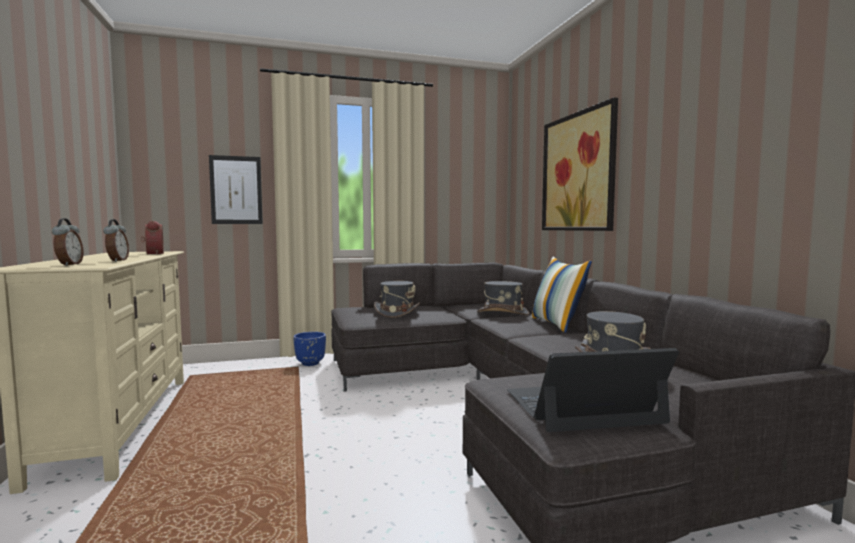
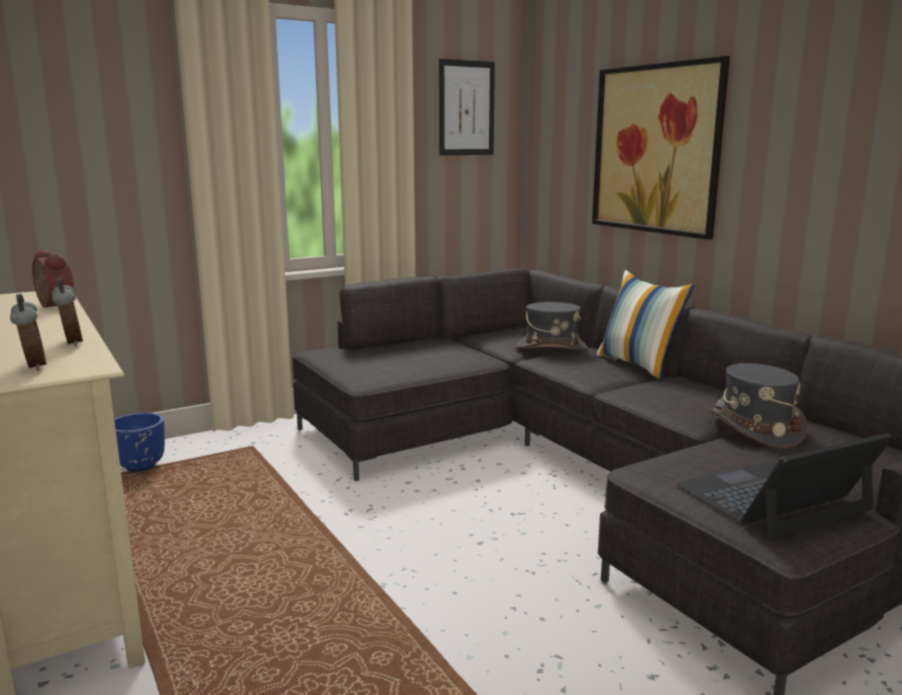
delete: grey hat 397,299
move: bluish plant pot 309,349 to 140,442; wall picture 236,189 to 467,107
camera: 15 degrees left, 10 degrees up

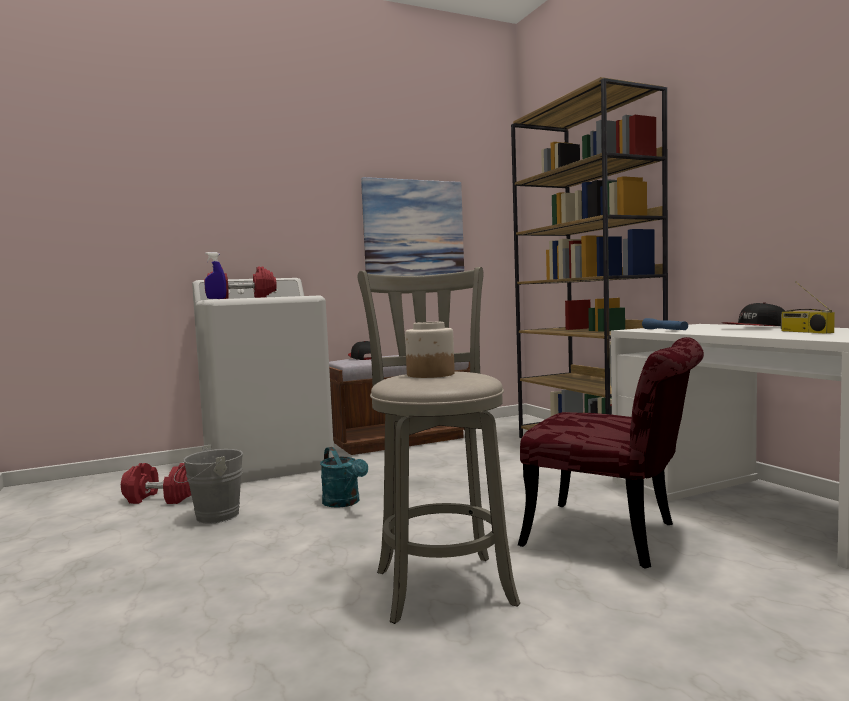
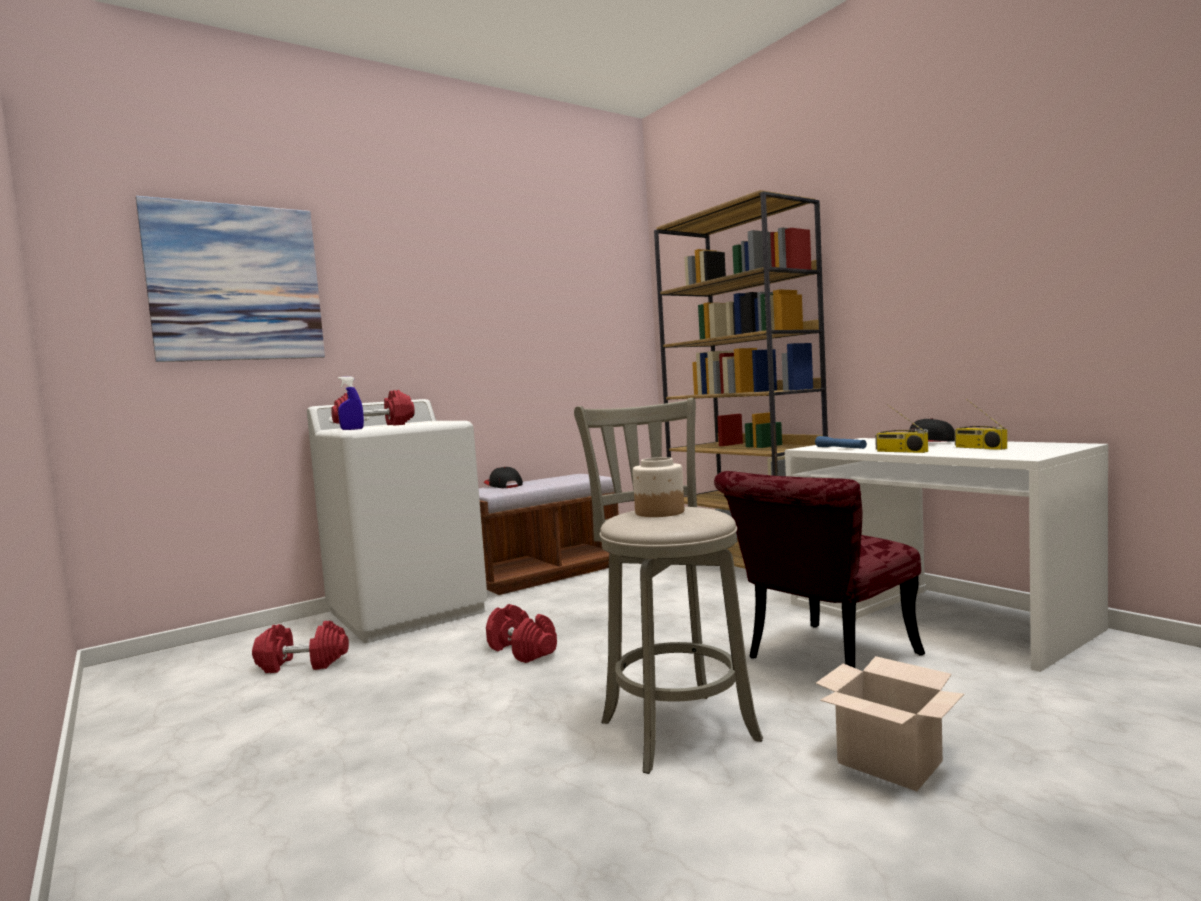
delete: grey pail 208,484
insert: carton 890,723; radio 901,428
move: wall picture 412,226 to 230,279
replace: turquoise sprinkling can 344,477 to red-coloured hand weight 521,633
rotate: red-coloured upright chair 611,452 = 819,569 120 degrees clockwise
camera: 10 degrees left, 0 degrees up

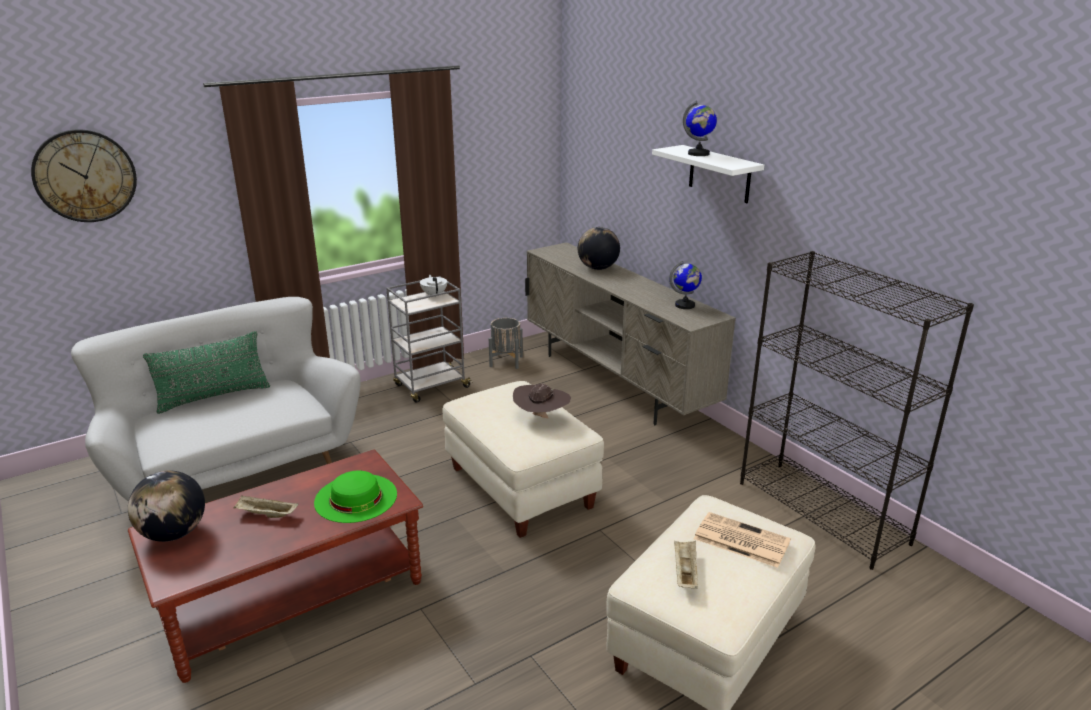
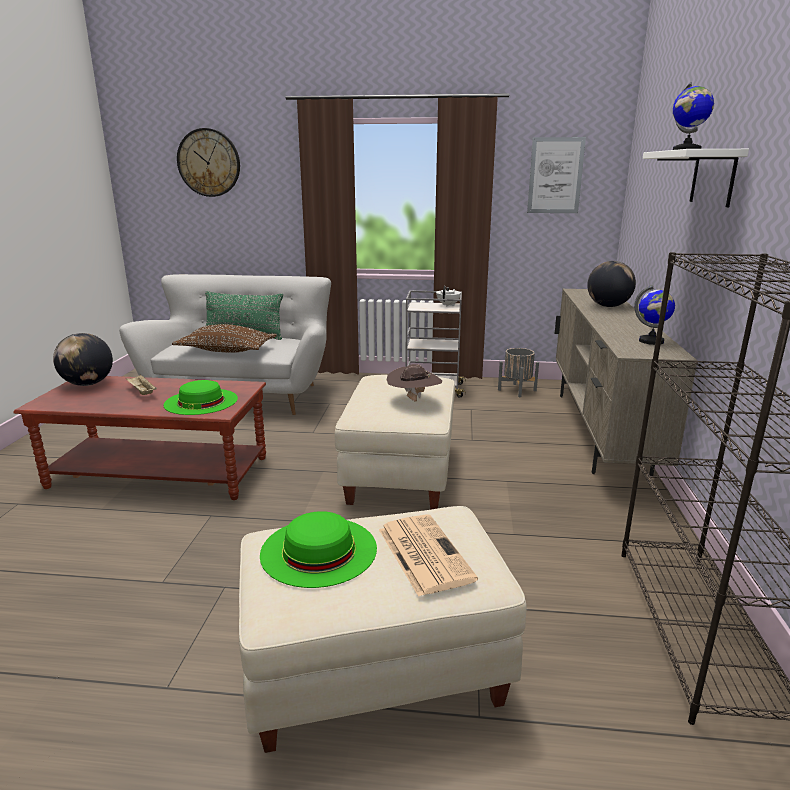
insert: brownish cushion 224,338; wall picture 556,175
replace: beige-coloured carrying tray 686,565 to green hat 318,549
camera: 40 degrees right, 5 degrees down

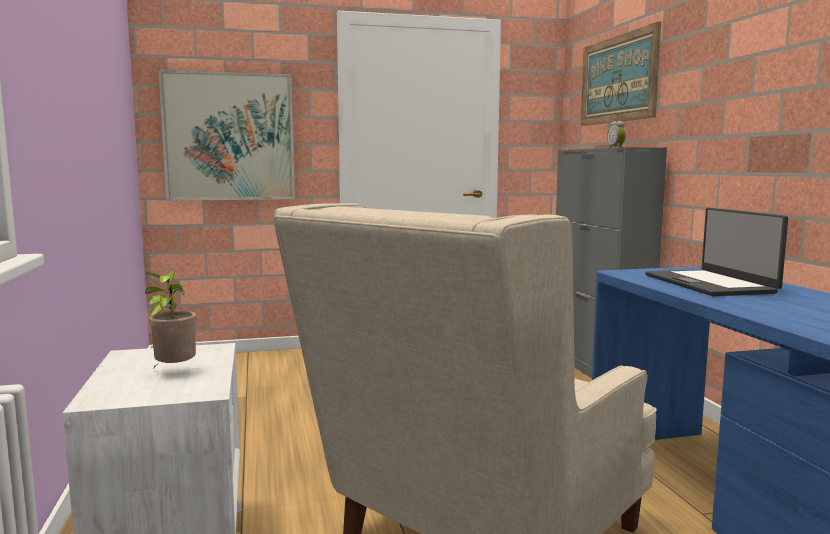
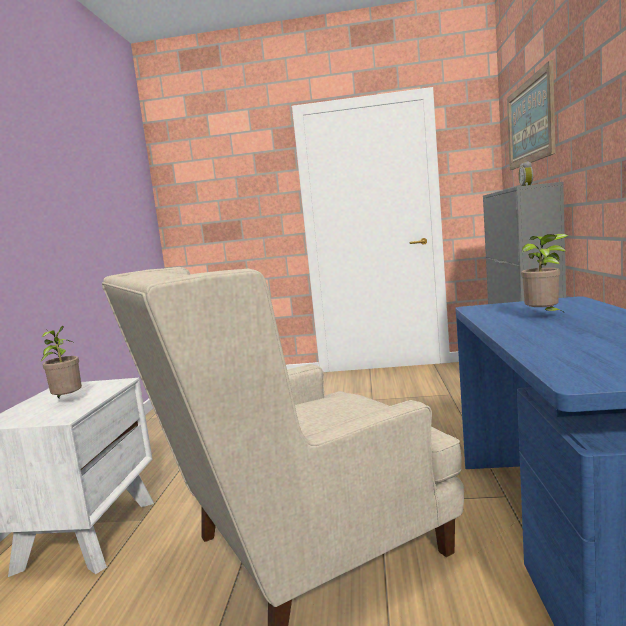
delete: wall picture 226,135
replace: portable computer 717,252 to potted plant 545,273
camera: 20 degrees right, 0 degrees up

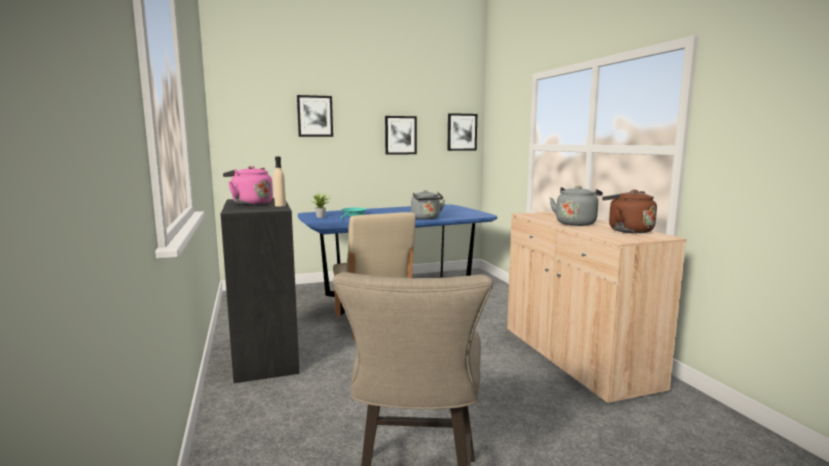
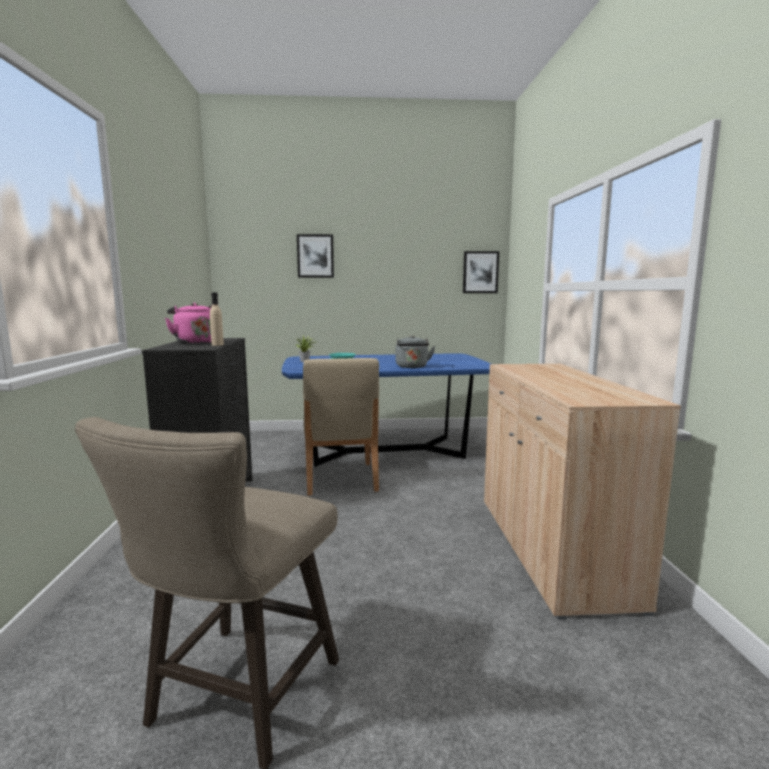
delete: wall picture 401,135; grey kettle 576,206; brownish kettle 629,211
camera: 15 degrees right, 0 degrees up

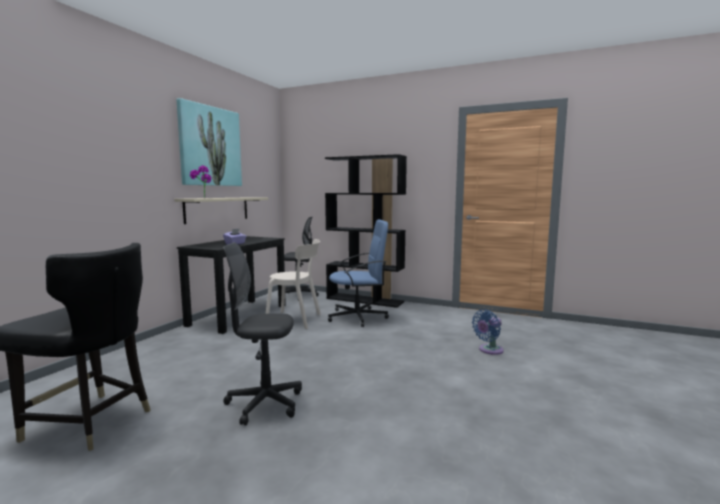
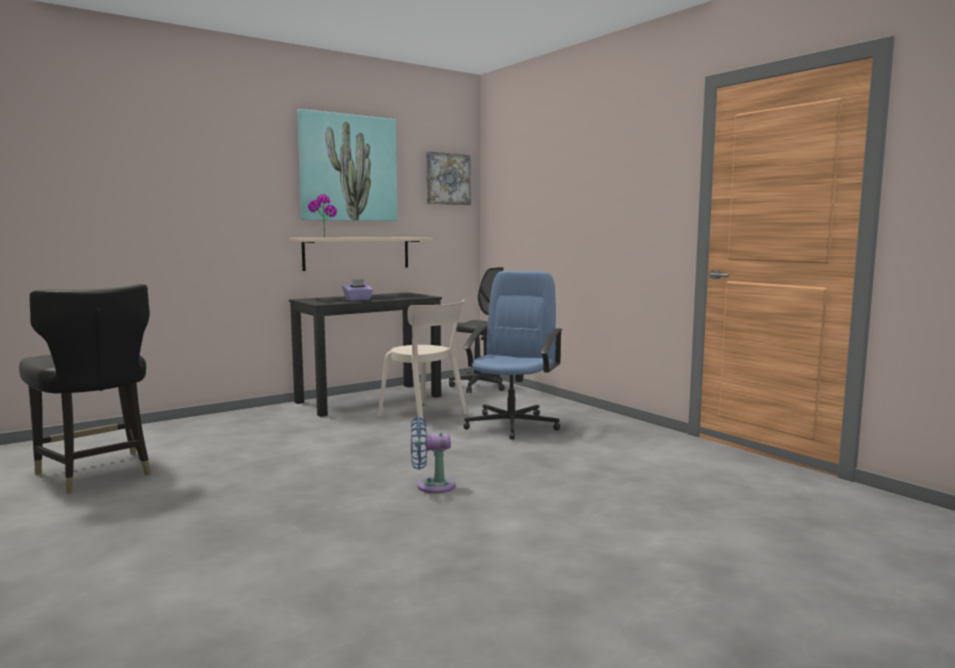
delete: grey computer chair 262,333; black bookshelf 366,231
insert: wall picture 448,178
move: bluish electric fan 488,332 to 433,455
rotate: bluish computer chair 358,273 = 512,355 90 degrees counterclockwise
camera: 30 degrees right, 0 degrees up

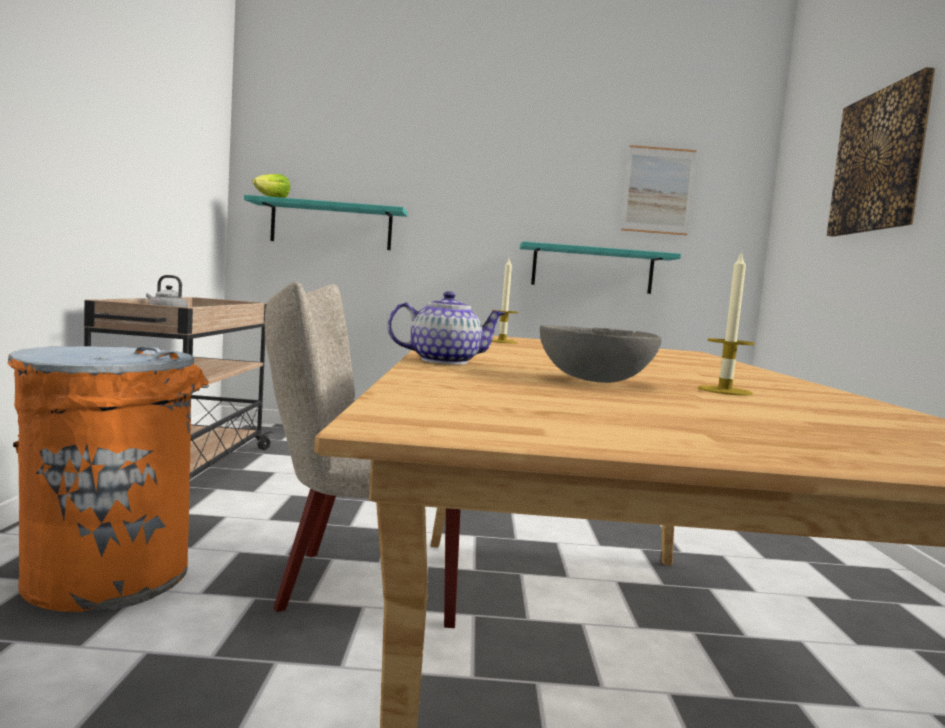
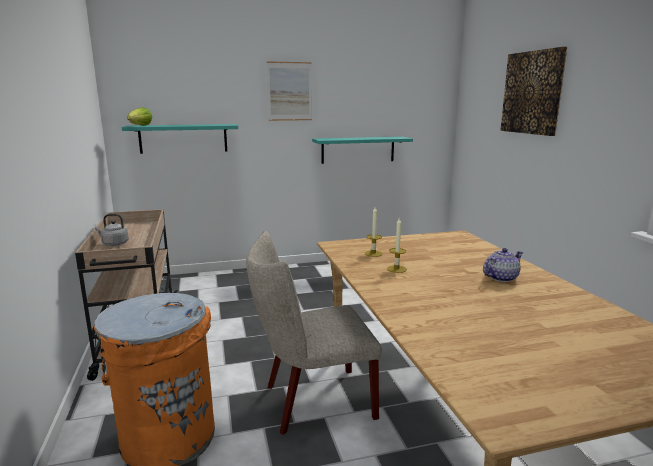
delete: grey deep dish 601,354
move: wall picture 659,190 to 289,91; candle 726,323 to 397,245; tea pot 446,328 to 503,265
camera: 15 degrees left, 10 degrees up

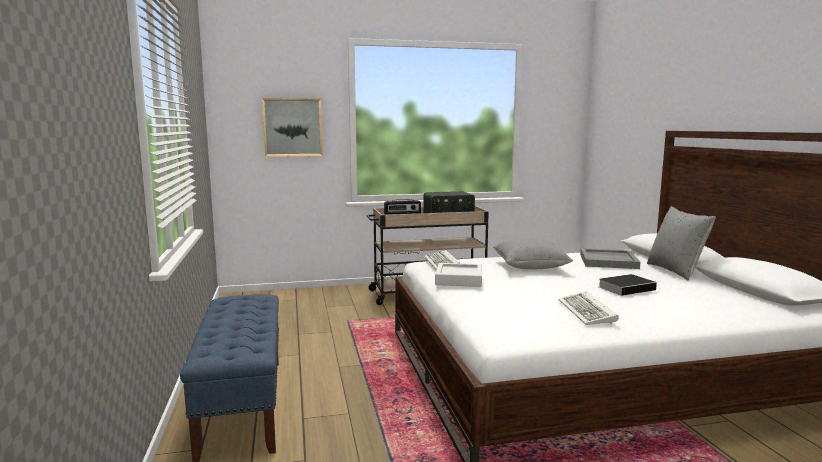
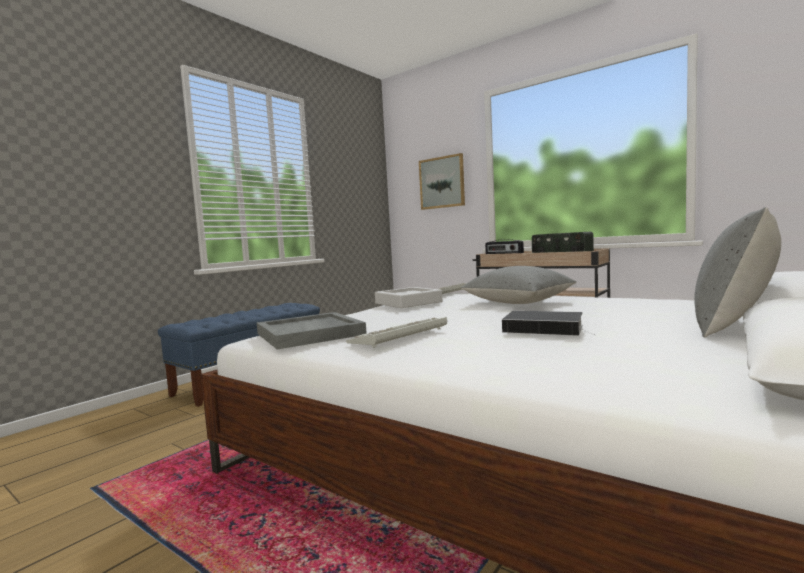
move: grey carrying tray 610,258 to 312,330
camera: 50 degrees right, 5 degrees down

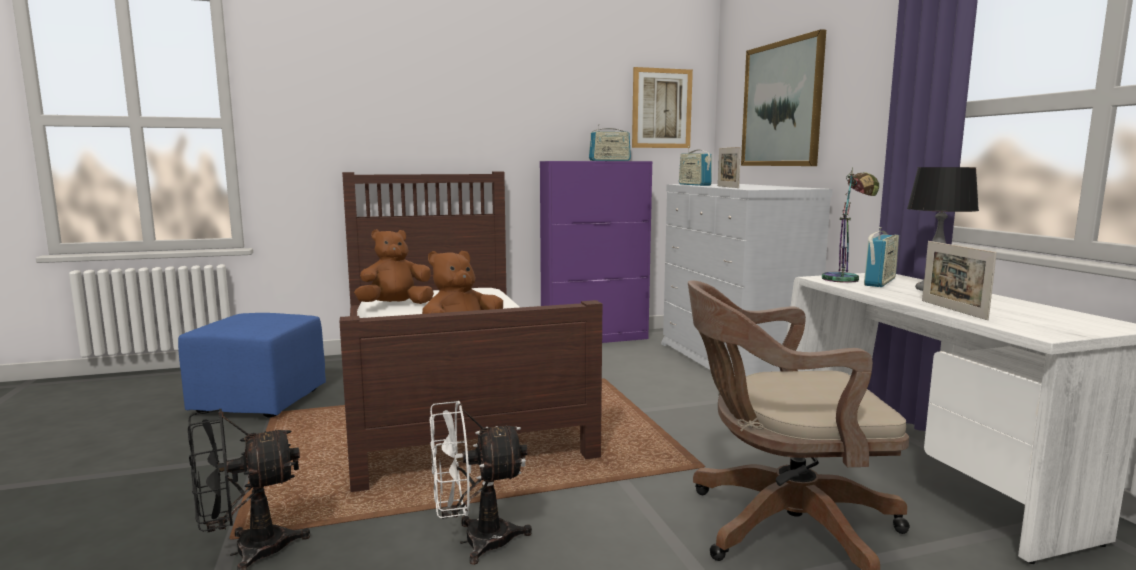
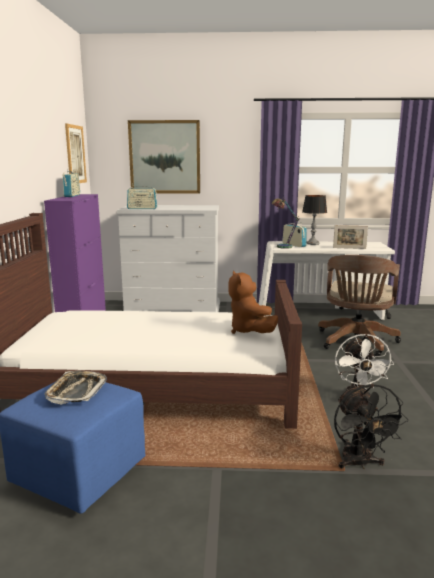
delete: brownish plush toy 394,266; picture frame 729,167
insert: carrying tray 76,388
camera: 70 degrees left, 5 degrees up

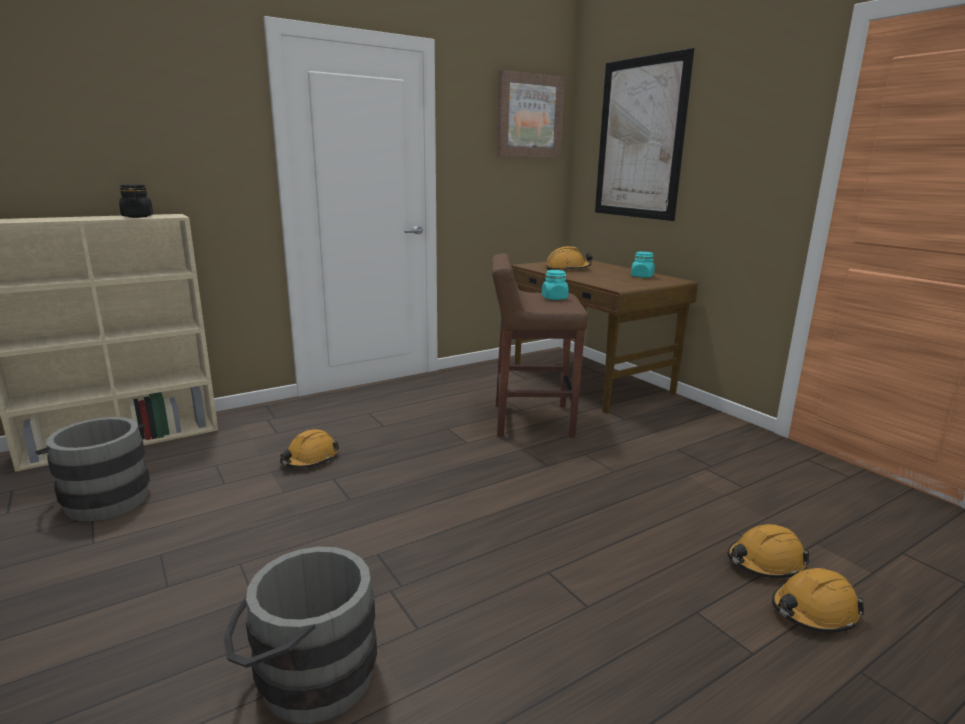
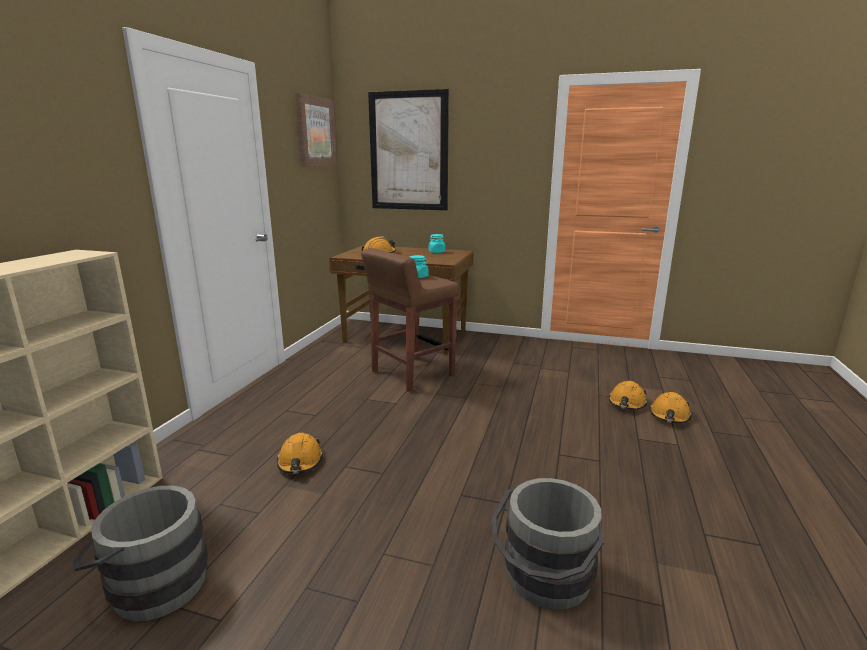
delete: black preserve jar 136,201
camera: 40 degrees left, 0 degrees up

